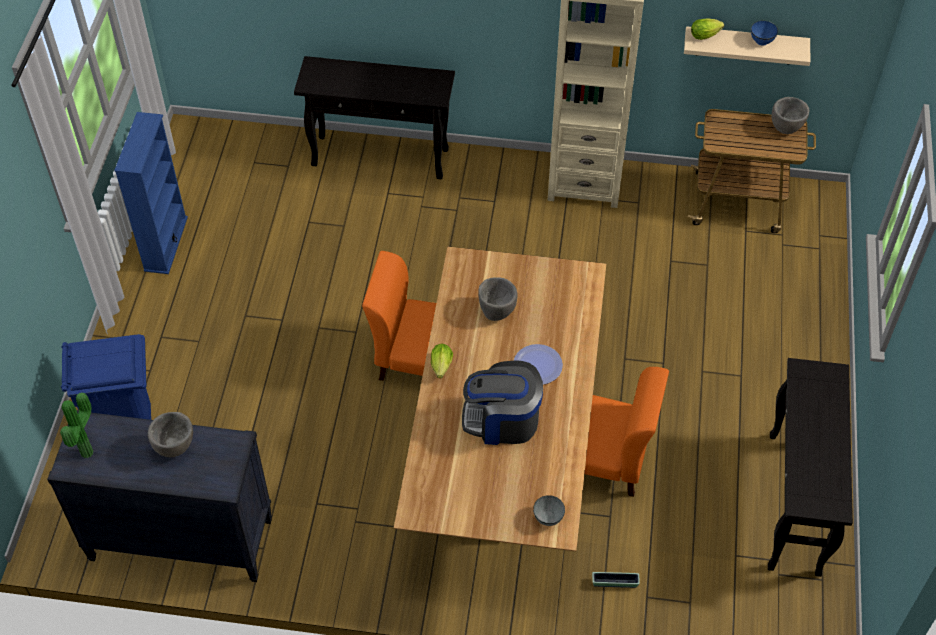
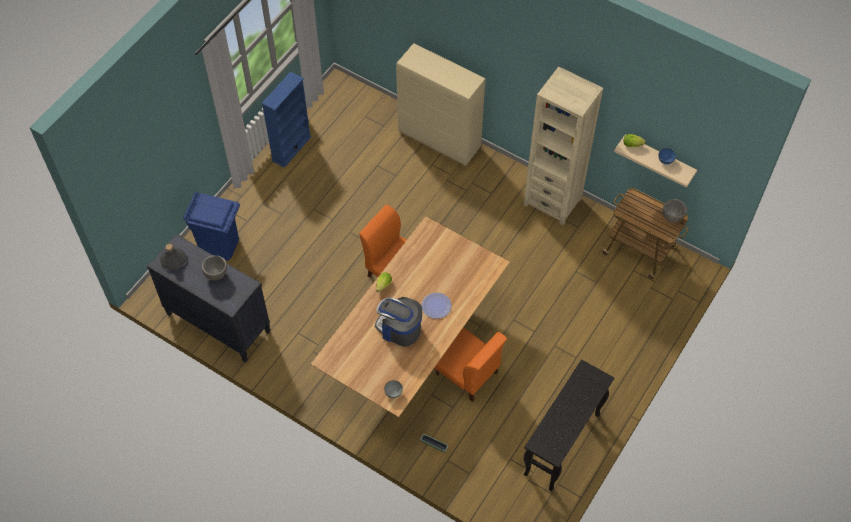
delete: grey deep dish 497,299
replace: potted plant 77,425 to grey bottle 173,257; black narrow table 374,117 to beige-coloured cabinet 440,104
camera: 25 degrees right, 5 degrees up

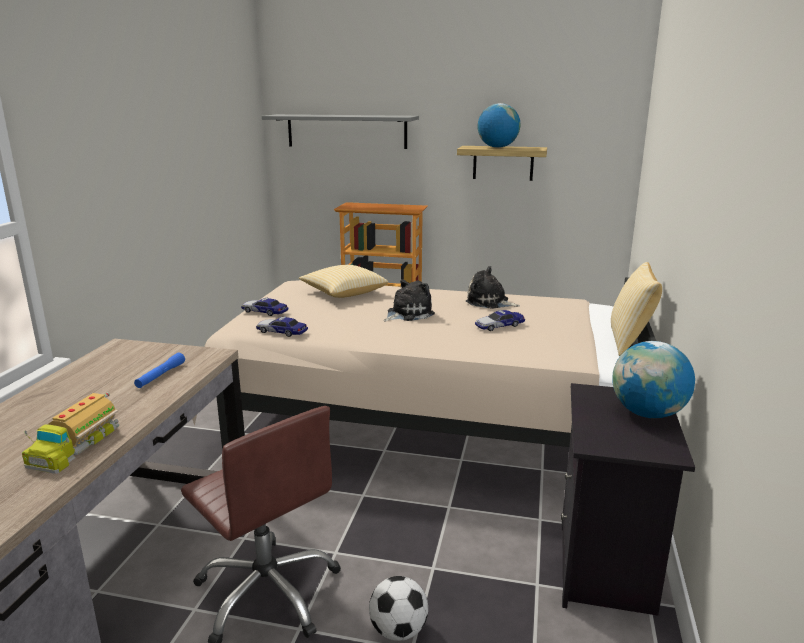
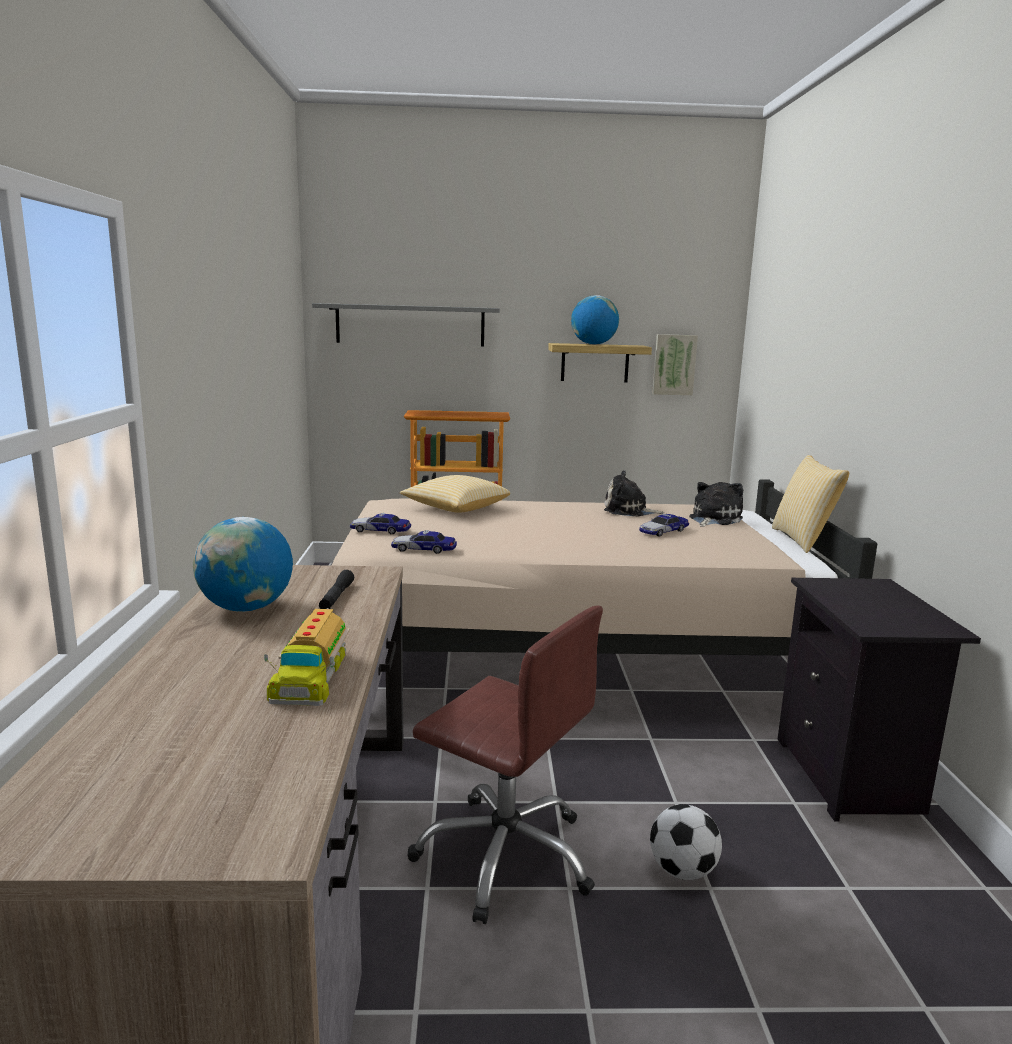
insert: wall picture 675,364
move: desk globe 653,379 to 243,564; plush toy 409,300 to 716,504
recolor: bluish torch 159,370 to black torch 336,589
camera: 15 degrees left, 5 degrees down

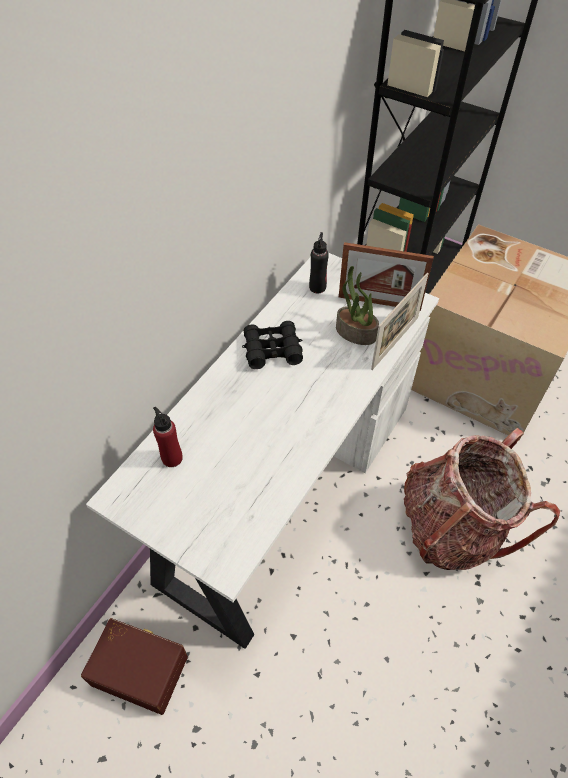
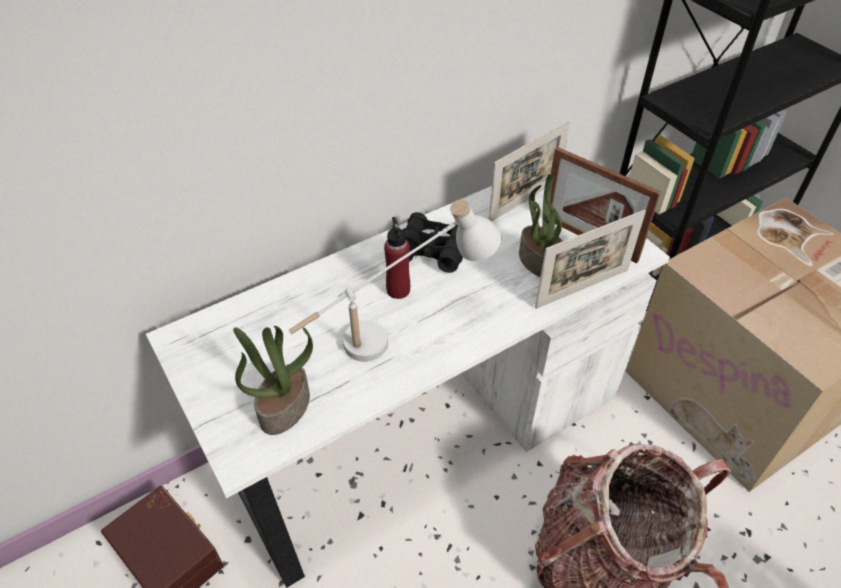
insert: potted plant 273,380; whitish table lamp 395,280
move: red-coloured bottle 168,437 to 397,258
replace: black bottle 319,262 to picture frame 529,171
camera: 25 degrees right, 5 degrees down

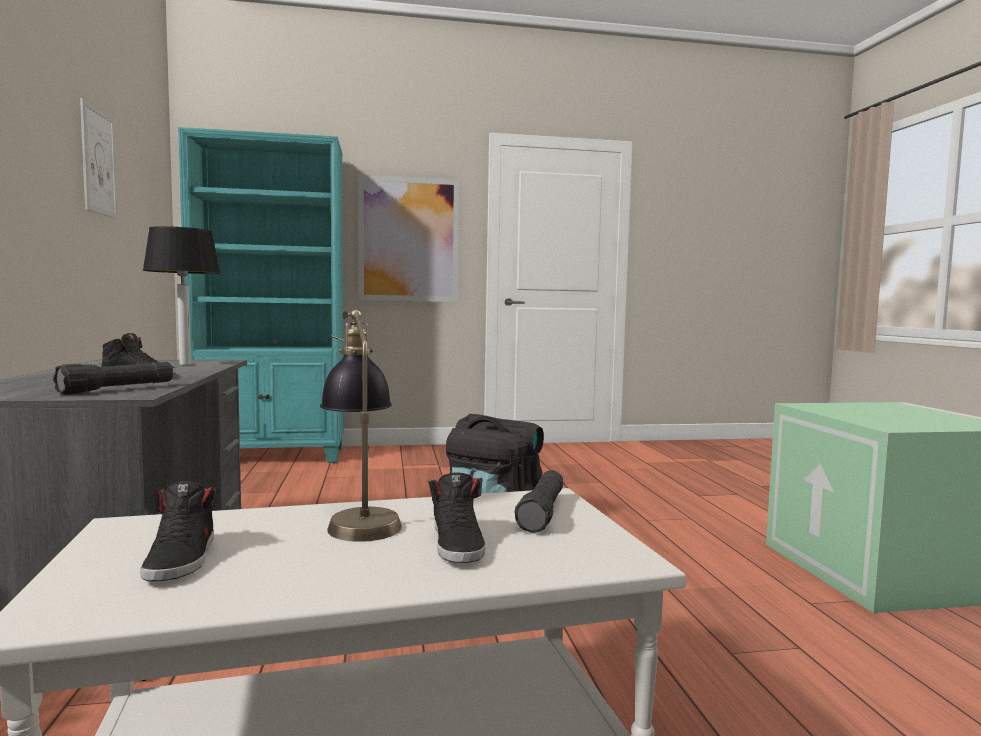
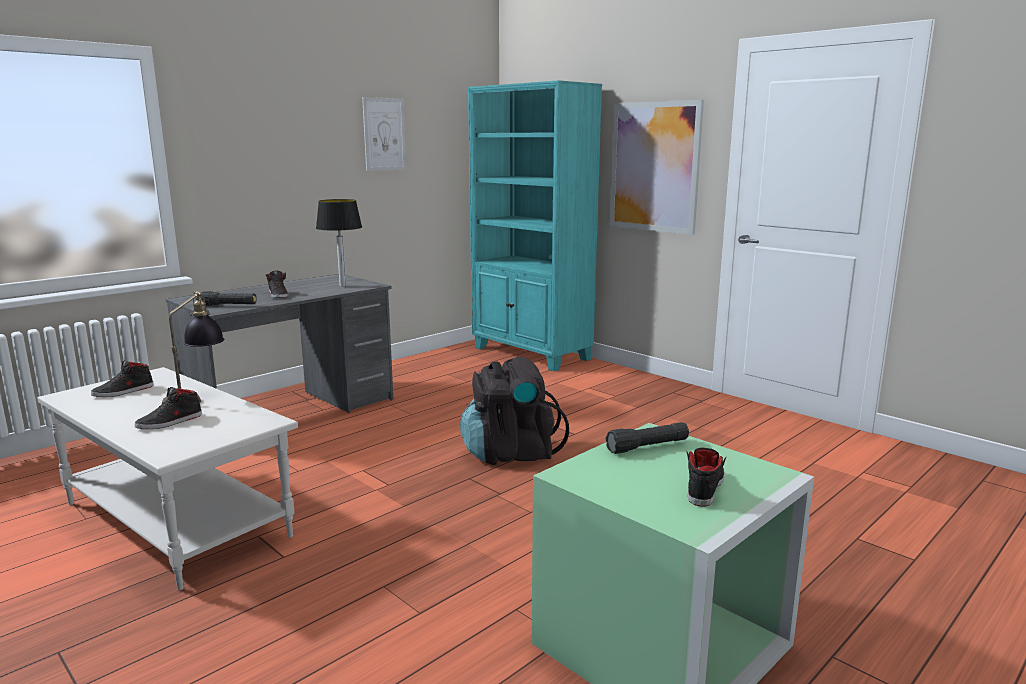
insert: black item of footwear 706,476
move: black torch 539,501 to 647,438
camera: 55 degrees right, 10 degrees up

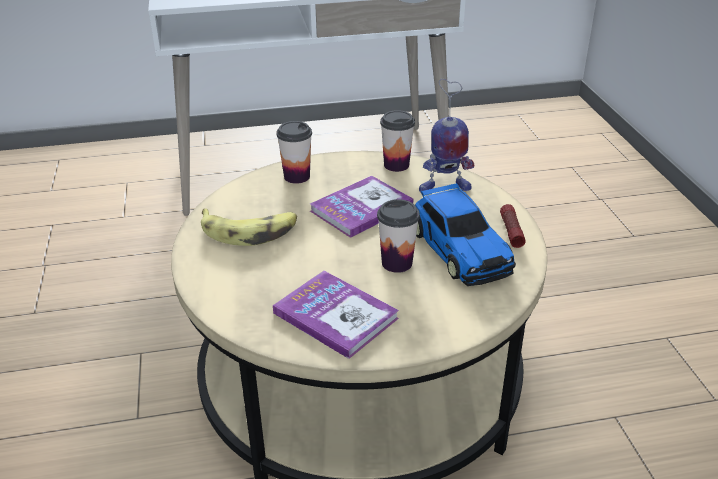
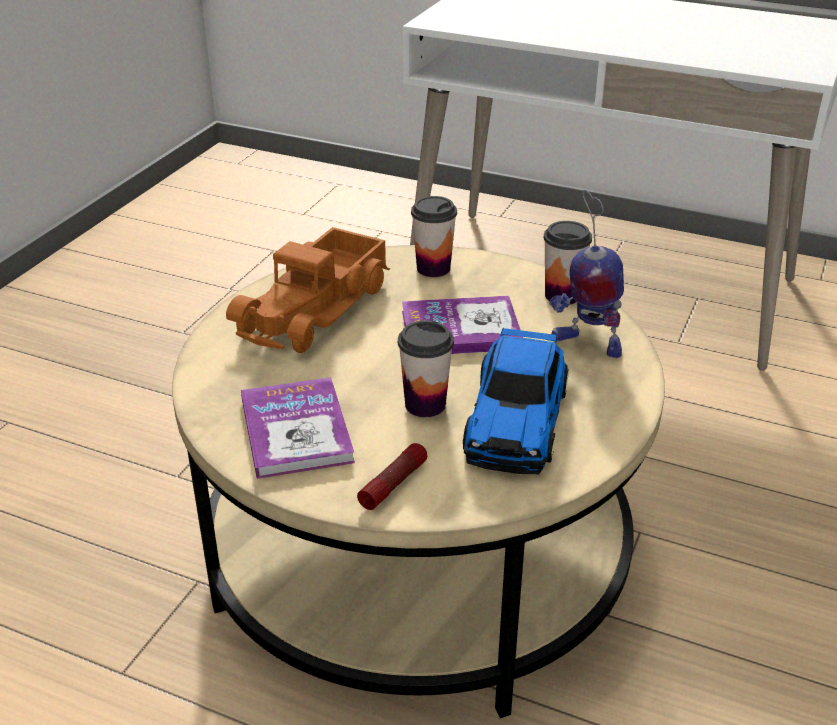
move: torch 513,226 to 392,476
replace: whole banana 249,227 to toy truck 308,290
camera: 35 degrees right, 0 degrees up

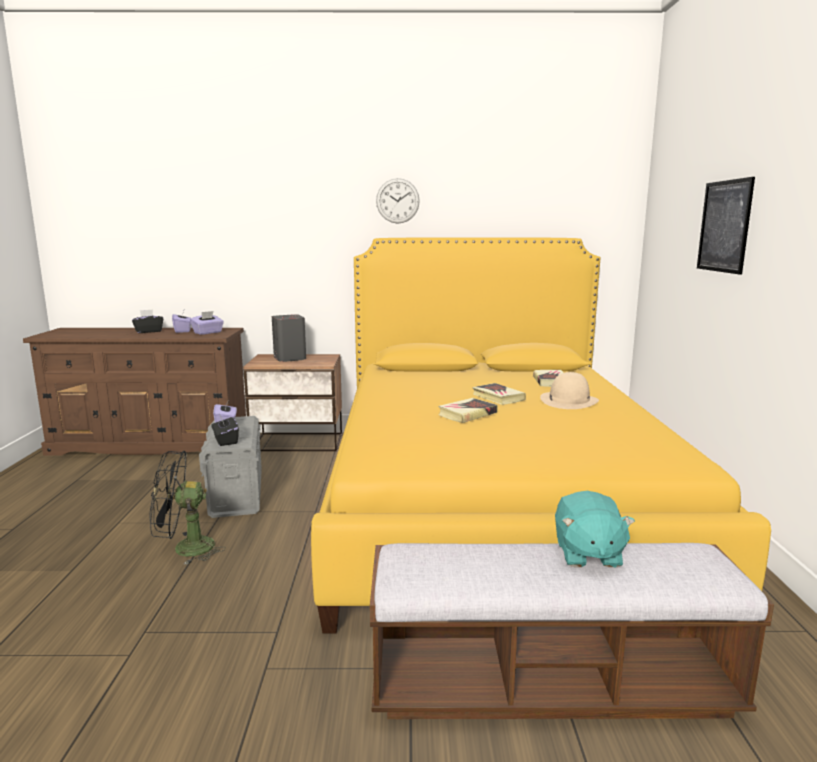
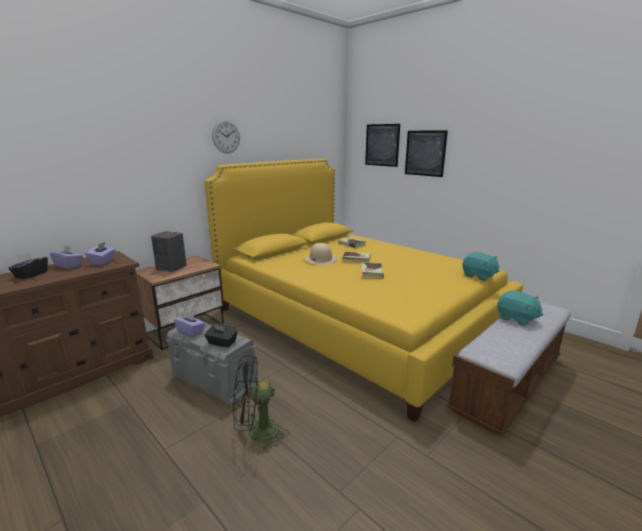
insert: wall picture 382,145; turquoise plush toy 481,266
move: beige-coloured hat 569,390 to 320,254
rotate: black electric fan 188,508 = 261,404 45 degrees clockwise
camera: 45 degrees left, 5 degrees up

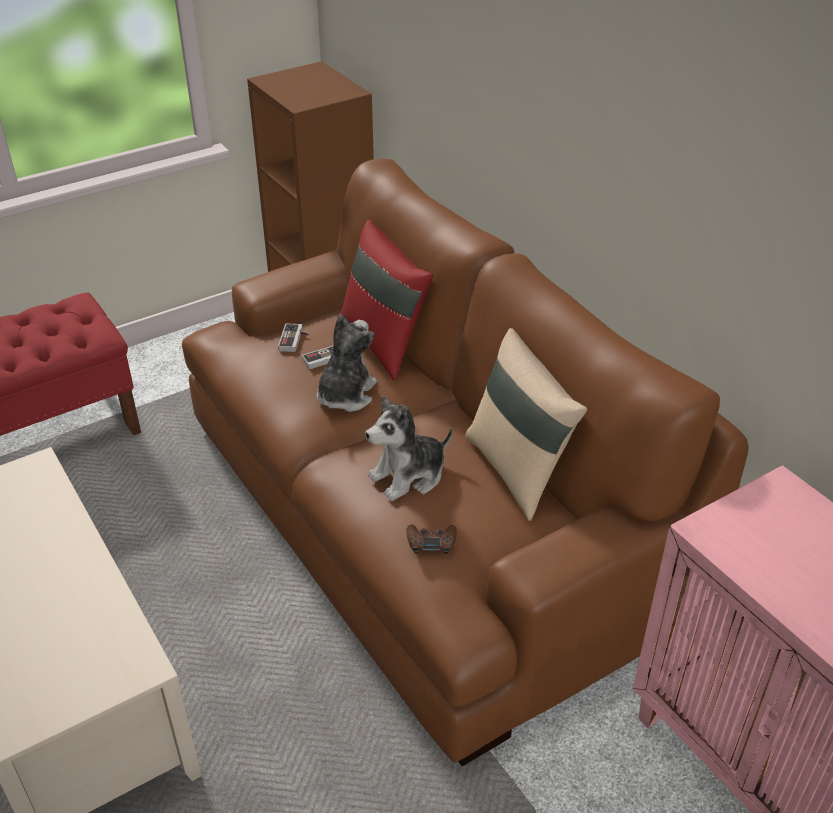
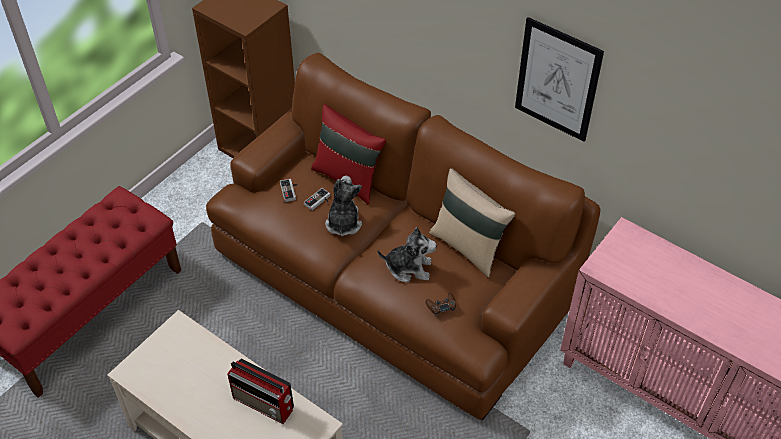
insert: radio 260,391; wall picture 559,79
rotate: plush toy 409,448 = 407,255 120 degrees counterclockwise
camera: 20 degrees left, 10 degrees up

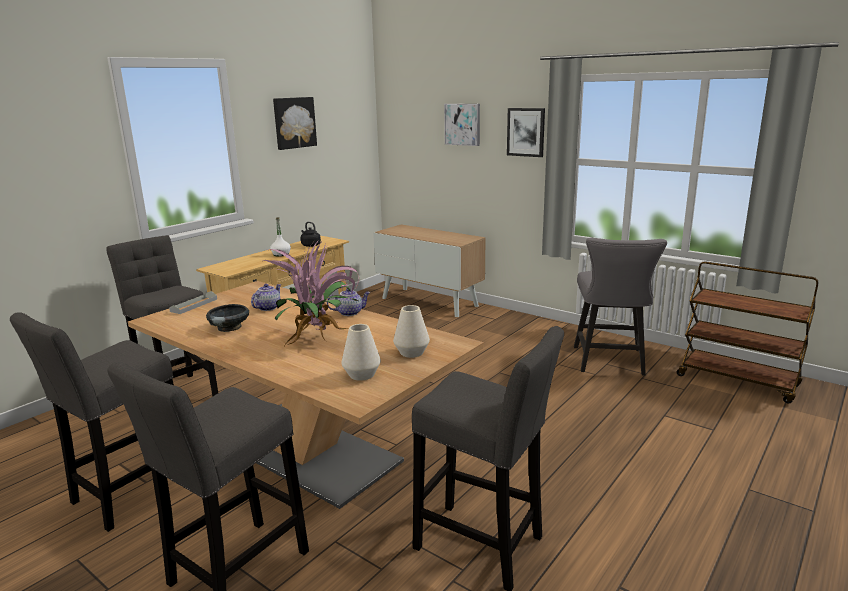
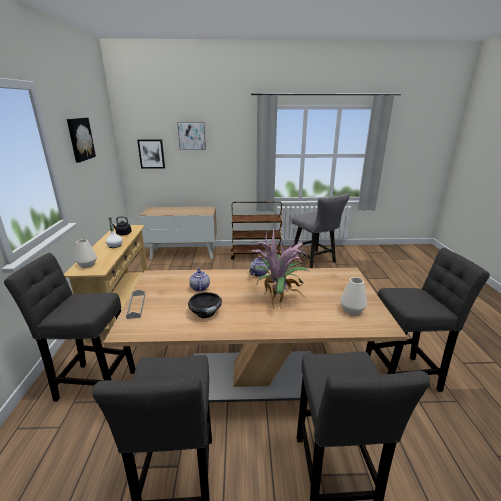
move: whitish vase 411,331 to 86,253; wall picture 526,132 to 151,154; brownish wheeled cart 747,332 to 256,230
camera: 40 degrees left, 5 degrees up

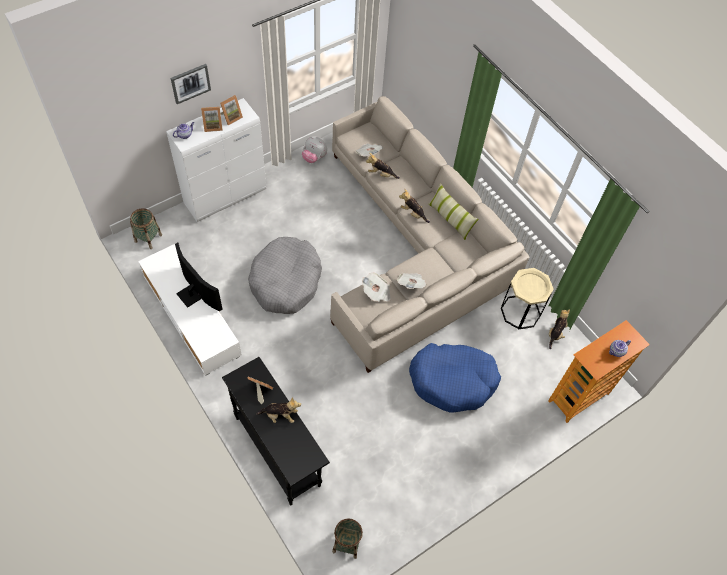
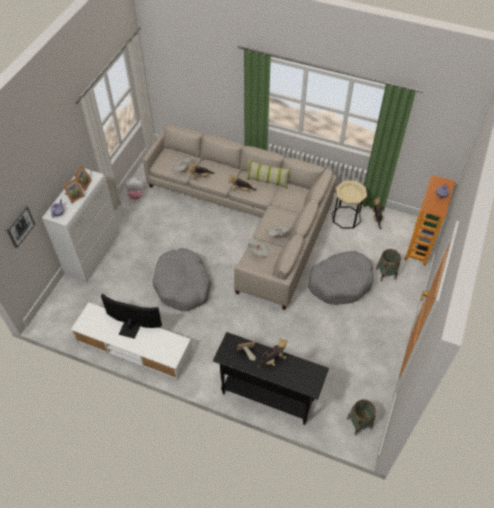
move: wall picture 191,84 to 20,227; storage basket 146,228 to 388,265
recolor: bluish pet bed 455,378 to grey pet bed 341,278
camera: 30 degrees left, 5 degrees down

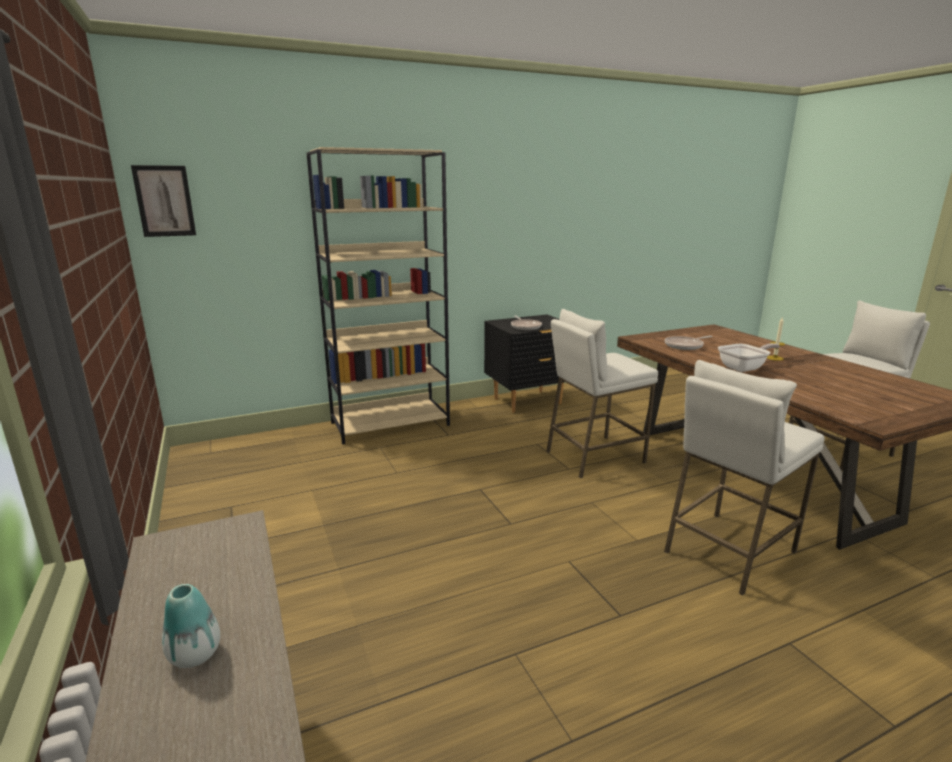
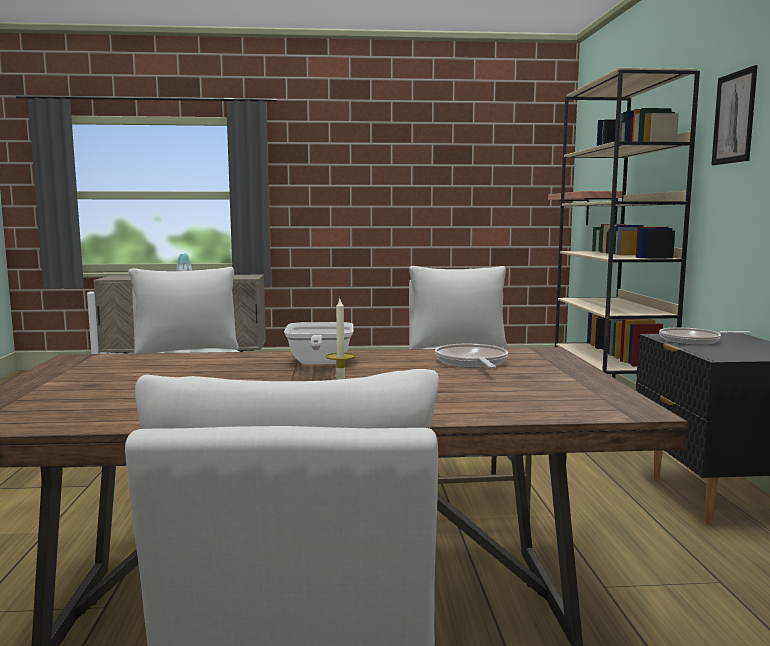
insert: wall shelf 585,208
move: wall picture 163,201 to 734,115
camera: 110 degrees right, 10 degrees down

